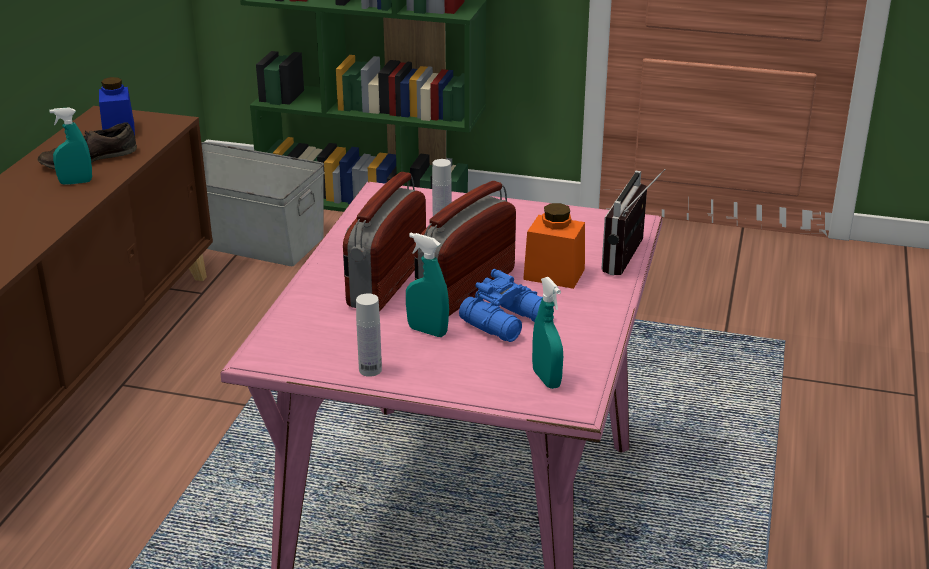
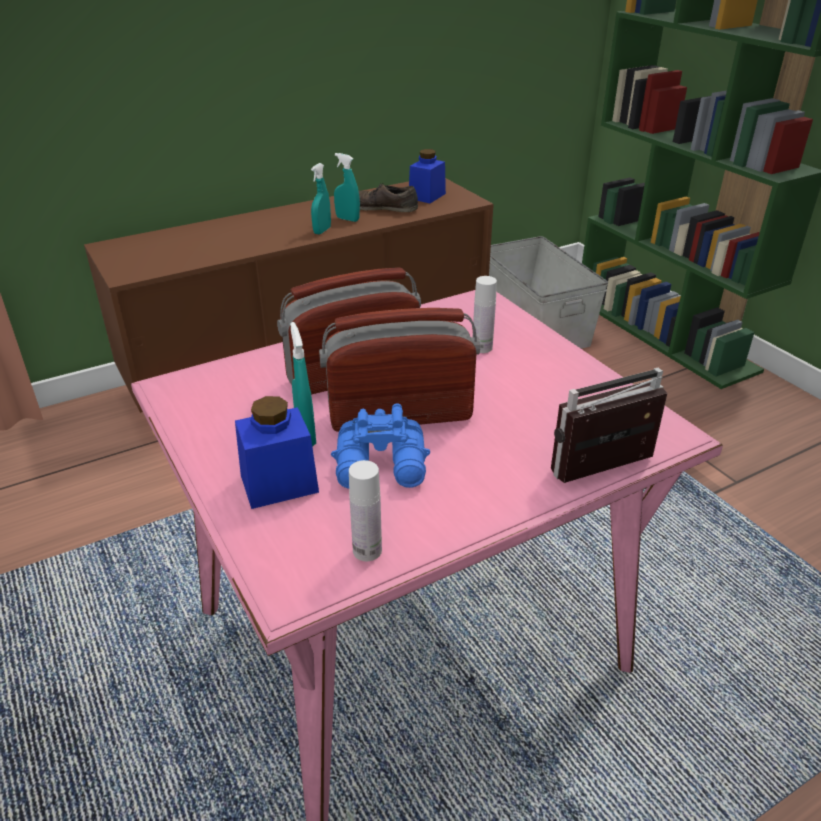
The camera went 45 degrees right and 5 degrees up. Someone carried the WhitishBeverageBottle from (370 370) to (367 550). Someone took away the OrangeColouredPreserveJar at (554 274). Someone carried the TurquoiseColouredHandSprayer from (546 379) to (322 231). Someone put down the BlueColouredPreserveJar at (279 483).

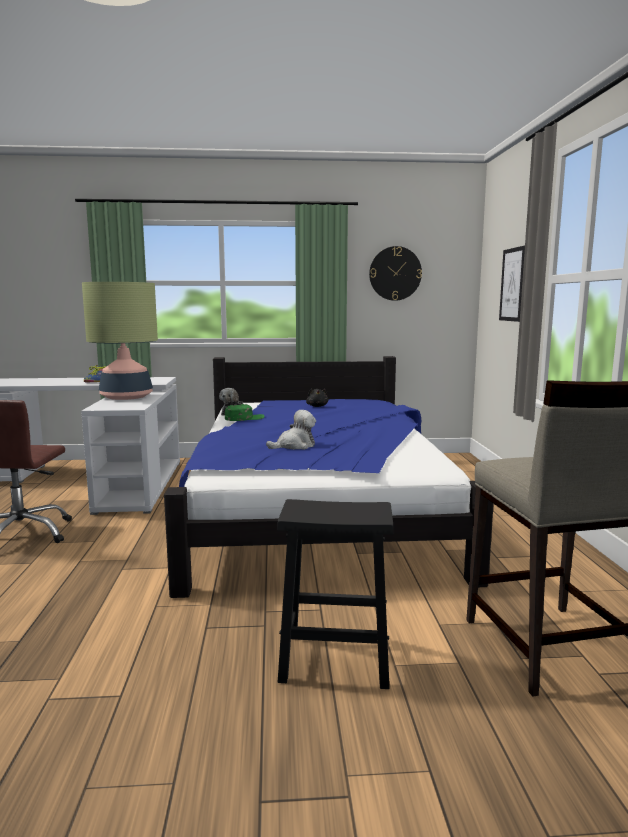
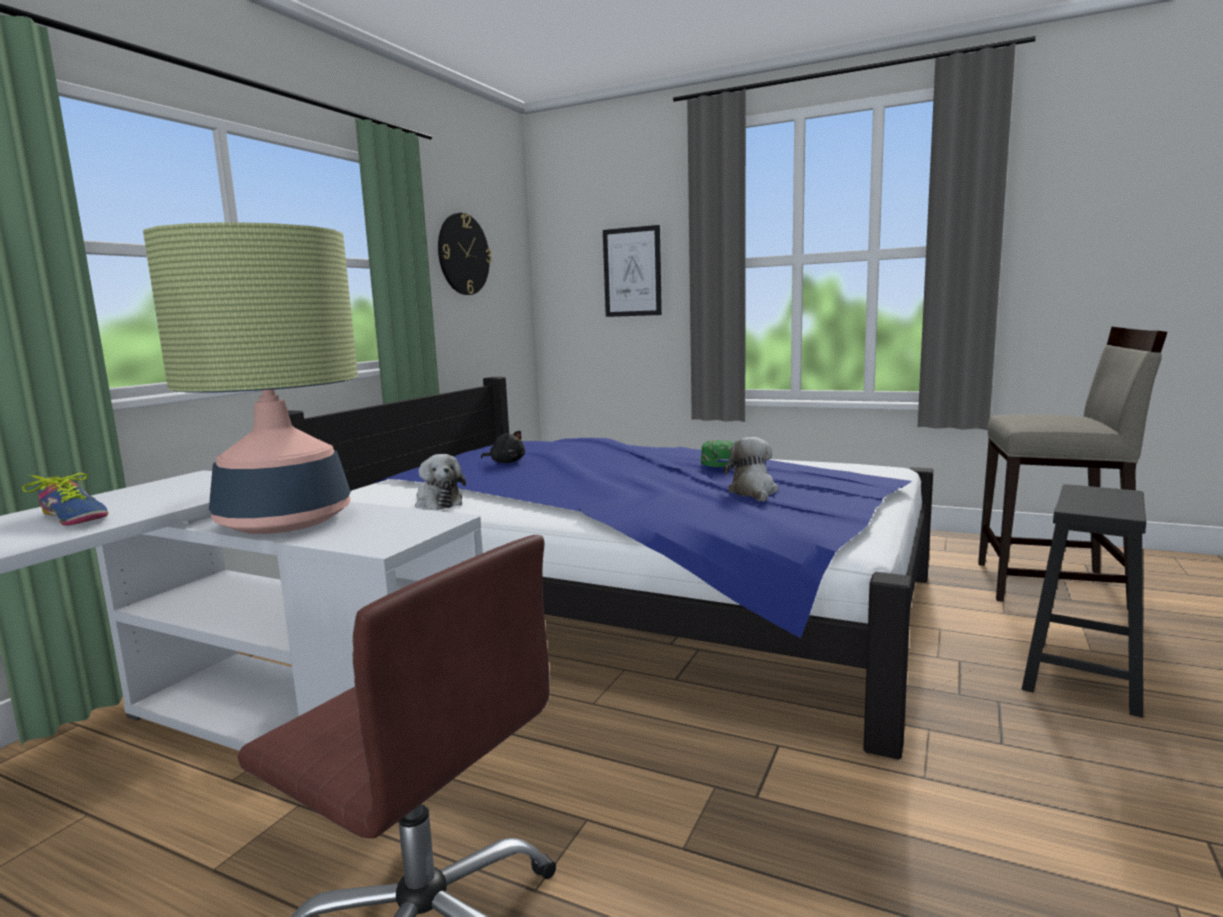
The camera went 60 degrees left and 0 degrees up. Someone carried the GreenColouredBaseballCap from (244 418) to (718 461).

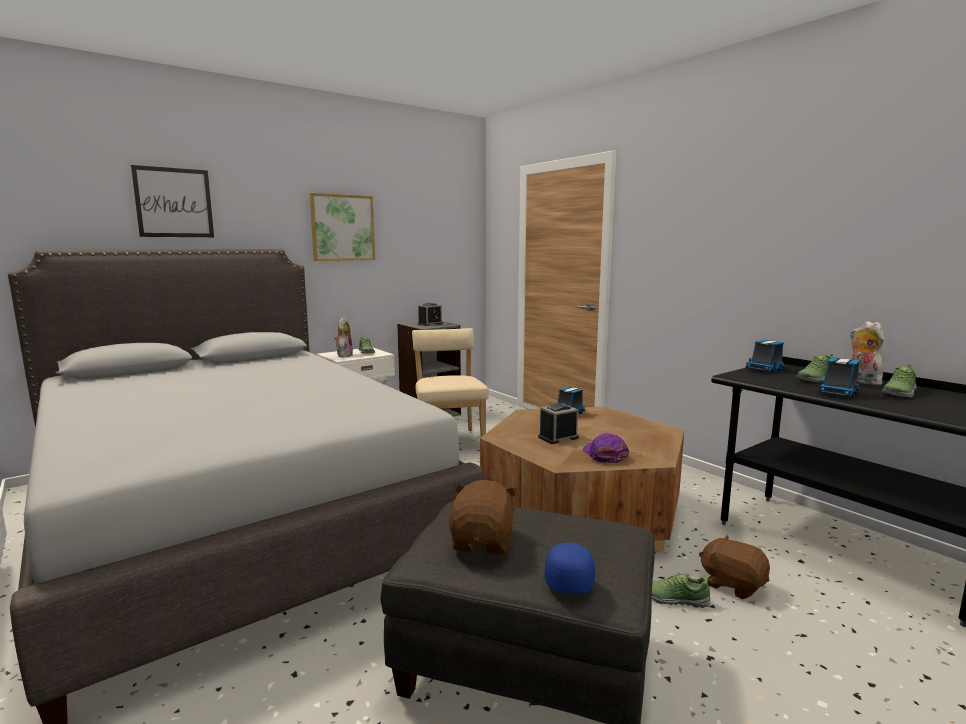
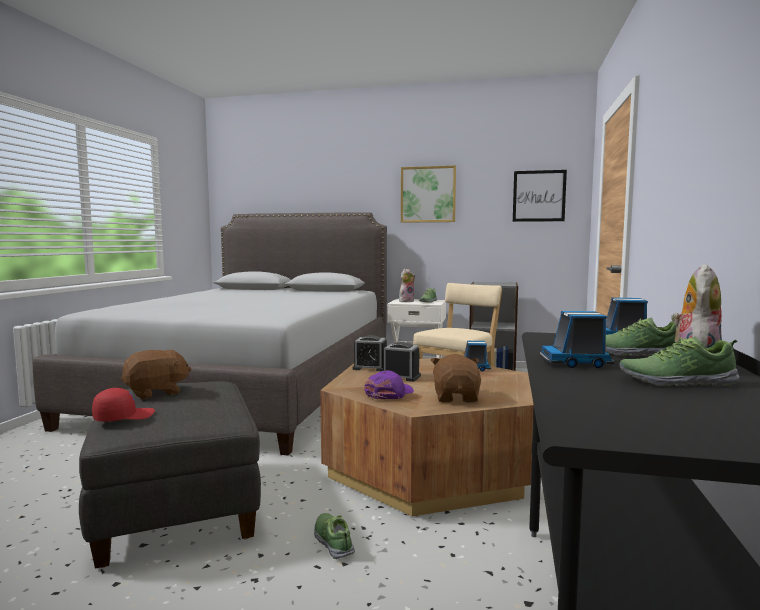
The camera went 50 degrees right and 5 degrees down. Someone carried the WallArt from (174 203) to (539 196). Someone carried the BedsideClock from (430 324) to (370 367). Someone repainted the BlueColouredBaseballCap at (567 577), which became the RedBaseballCap at (124 417). Someone carried the BrownColouredCuddlyToy from (732 584) to (456 397).

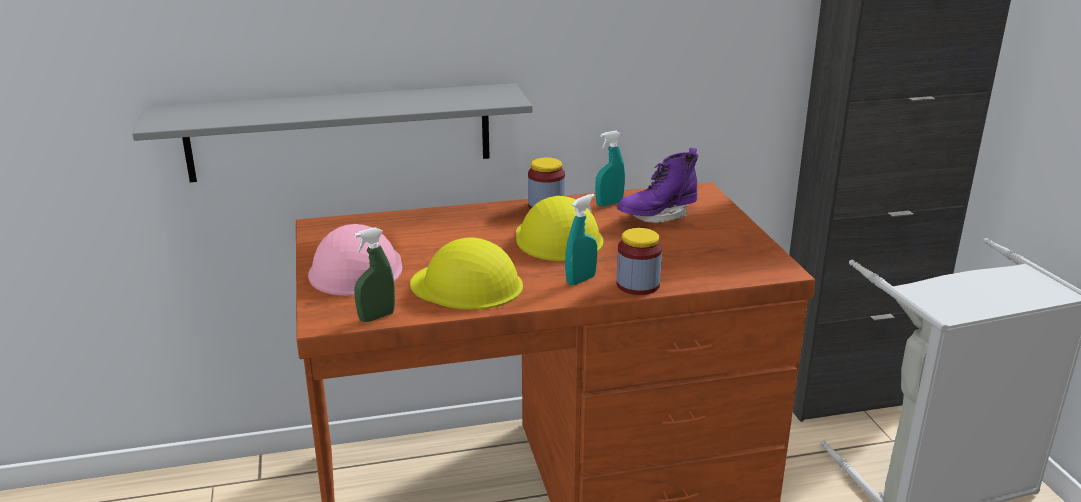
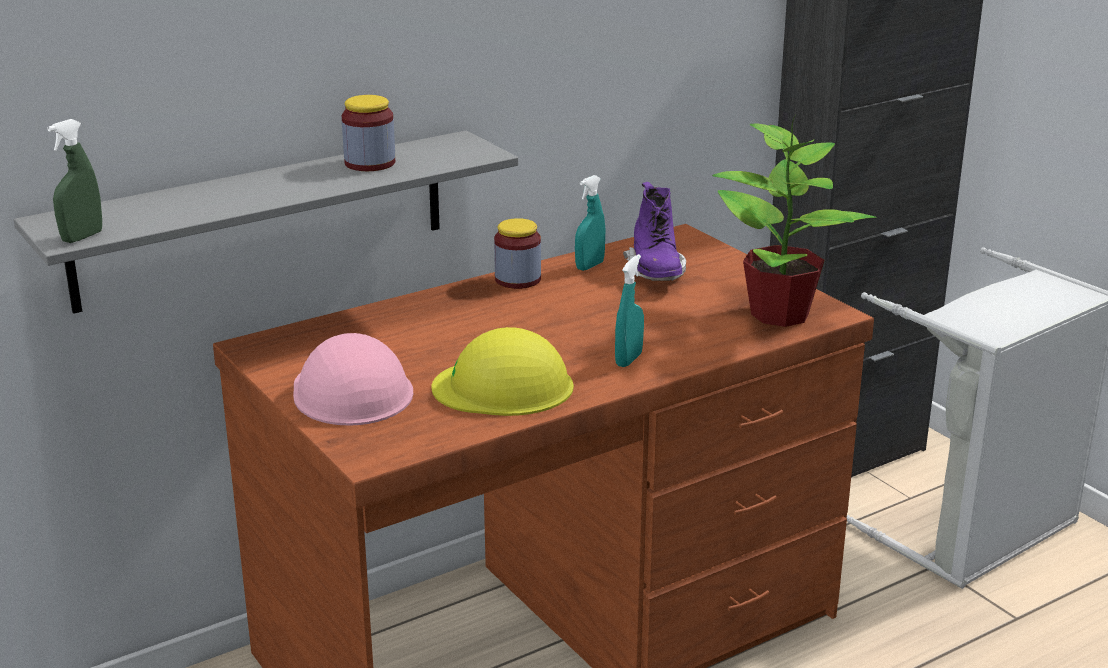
The camera went 20 degrees left and 0 degrees up. Someone carried the GreenColouredHandSprayer from (376 317) to (82 237). Someone took away the YellowColouredWorkHelmet at (558 238). Someone rotated the PurpleColouredBoot at (657 216) by 45 degrees counterclockwise. Someone carried the PreserveJar from (638 285) to (370 163). Someone put down the PlantInAPot at (781 315).

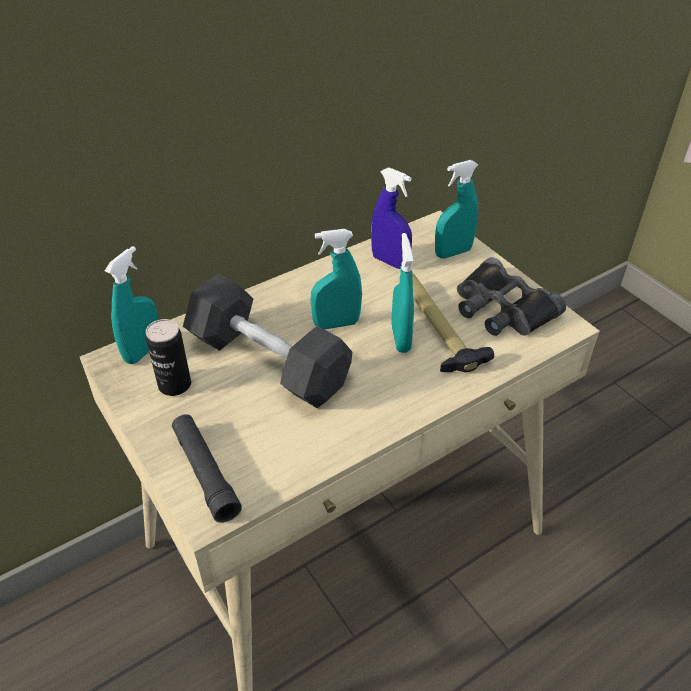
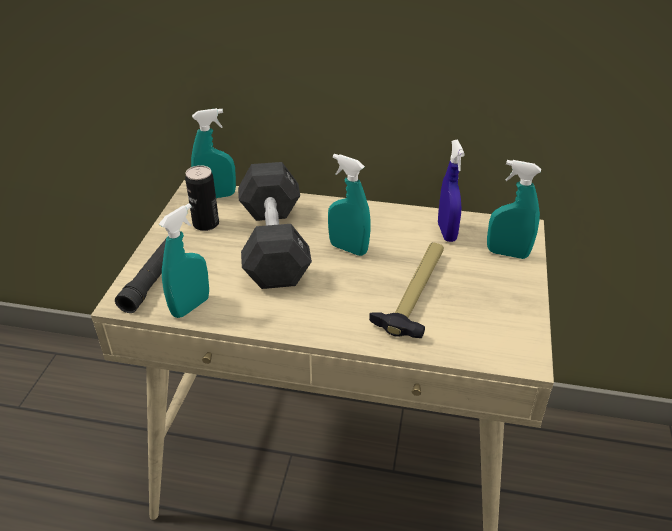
The camera went 45 degrees right and 5 degrees down. Someone carried the TurquoiseColouredHandSprayer from (400 339) to (190 306). Someone took away the BlackBinoculars at (501 308).

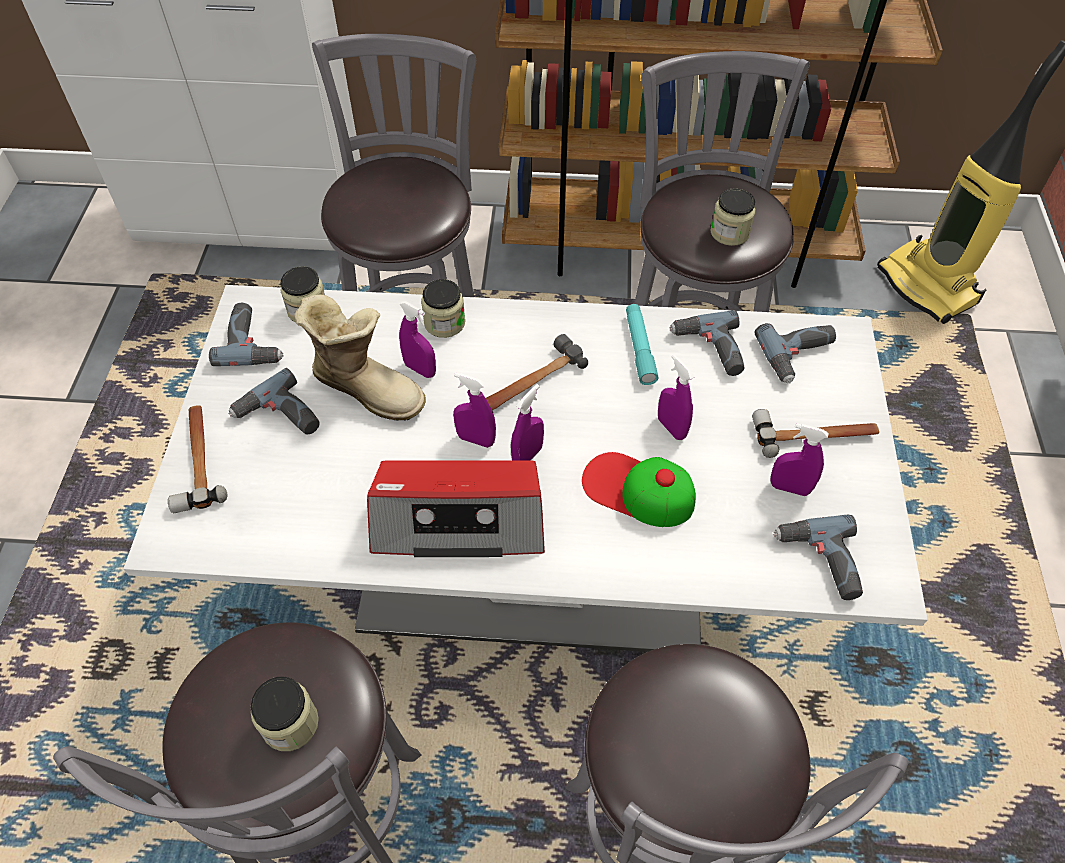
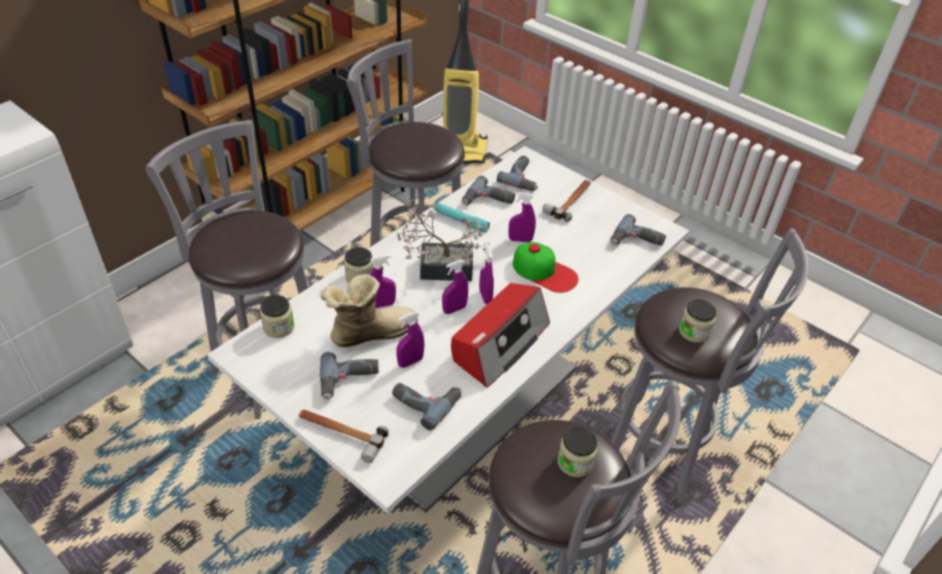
The camera went 55 degrees left and 10 degrees down. Someone carried the Drill from (253 341) to (426 401). Someone swapped the ToolHammer at (533 380) for the PlantInAPot at (439 268). Someone rotated the BaseballCap at (638 490) by 120 degrees counterclockwise. Someone carried the PreserveJar from (729 233) to (694 332). Someone carried the PurpleColouredHandSprayer from (789 488) to (410 362).

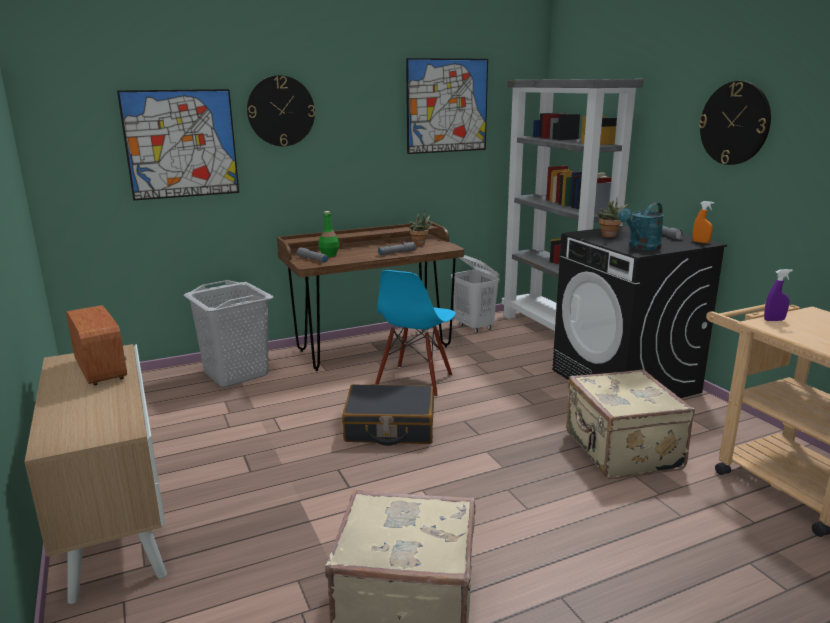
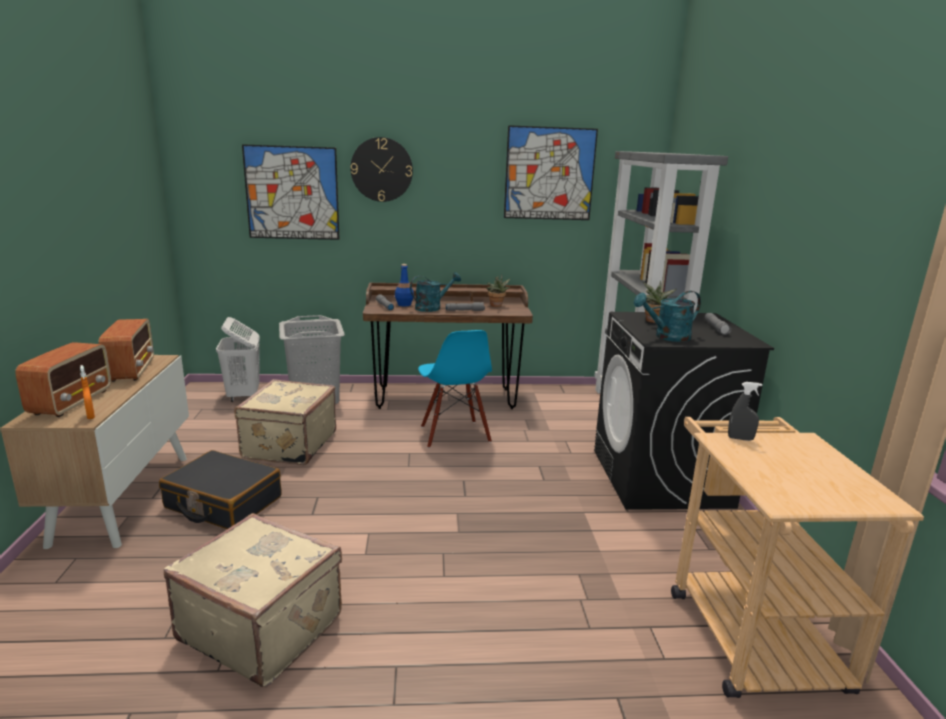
The camera went 20 degrees right and 0 degrees up. Someone repainted the GreenColouredBeverageBottle at (329 255), which became the BlueColouredBeverageBottle at (404 304). Someone carried the BlackTravelCase from (390 427) to (223 503). Someone rotated the BlueColouredChair at (415 381) by 60 degrees counterclockwise. Someone carried the WhitishLaundryBasket from (474 327) to (243 396). Someone carried the BeigeTravelCase from (620 451) to (288 445). Someone carried the OrangeColouredHandSprayer from (701 242) to (91 416). Someone took away the WallClock at (734 123). Someone repainted the PurpleColouredHandSprayer at (774 320), which became the GrayHandSprayer at (740 438). Someone put down the RadioReceiver at (72 402). Someone put down the TurquoiseColouredWateringCan at (432 308).

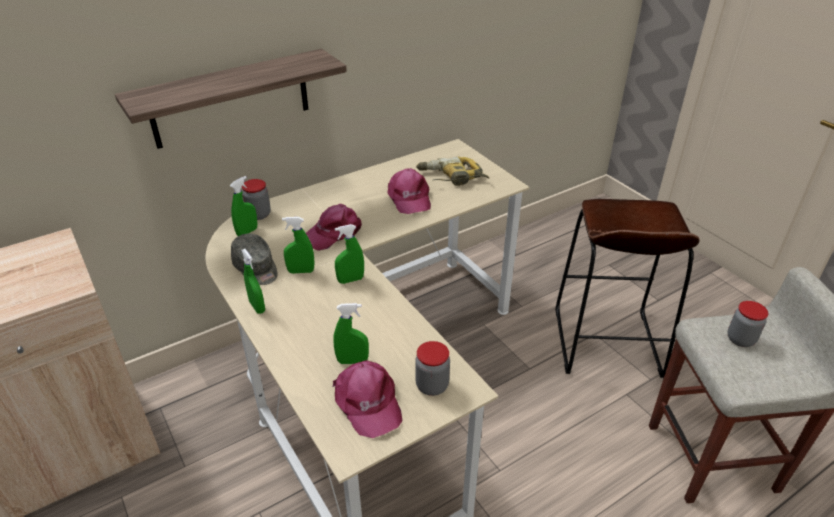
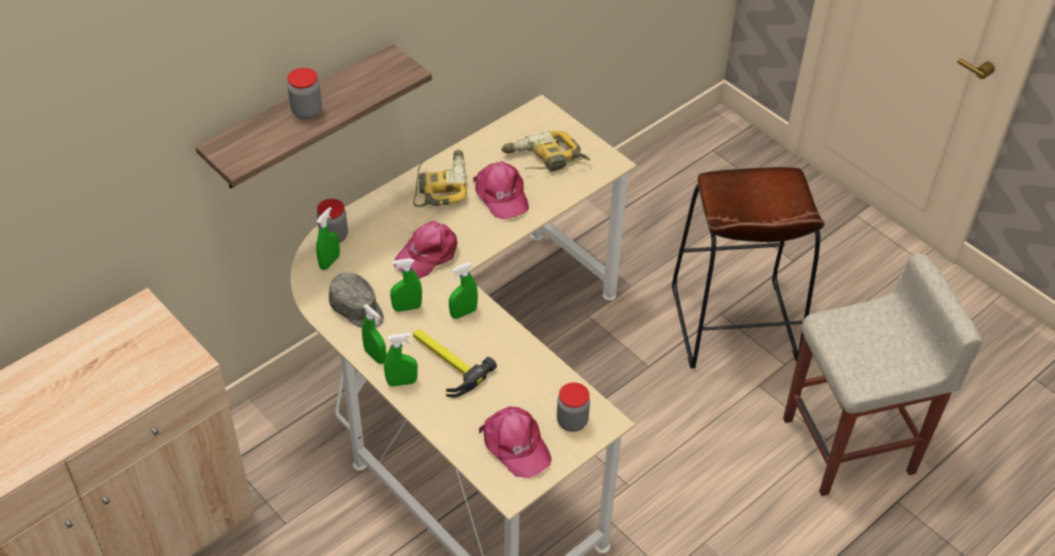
The camera went 10 degrees left and 10 degrees up. Someone carried the GreenColouredHandSprayer from (352 361) to (402 382). Someone carried the PreserveJar from (740 339) to (307 111). Someone put down the Drill at (440 184). Someone put down the ToolHammer at (445 363).

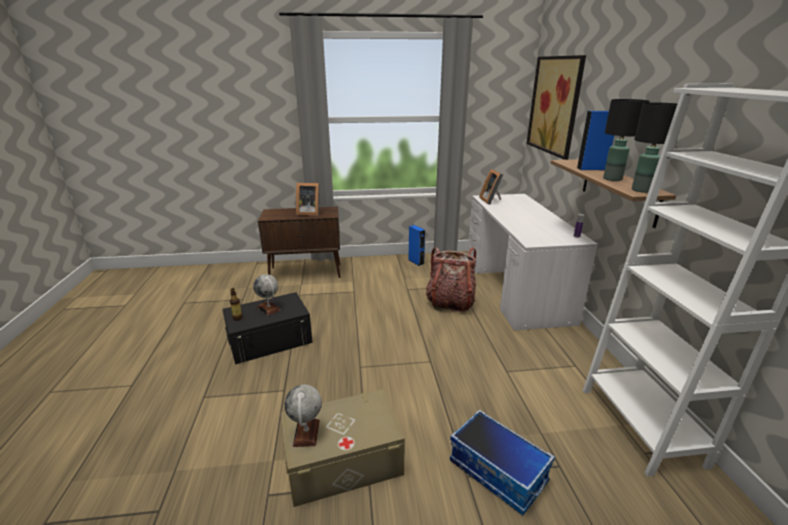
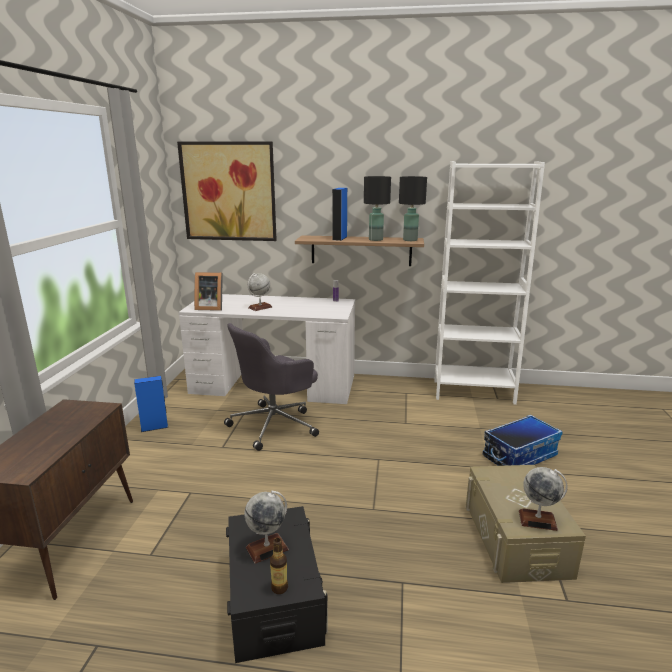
The camera went 75 degrees left and 5 degrees down. Someone took away the PictureFrame at (309 213). Someone swapped the Rucksack at (450 302) for the GrayComputerChair at (275 424). Someone put down the Globe at (260 307).

